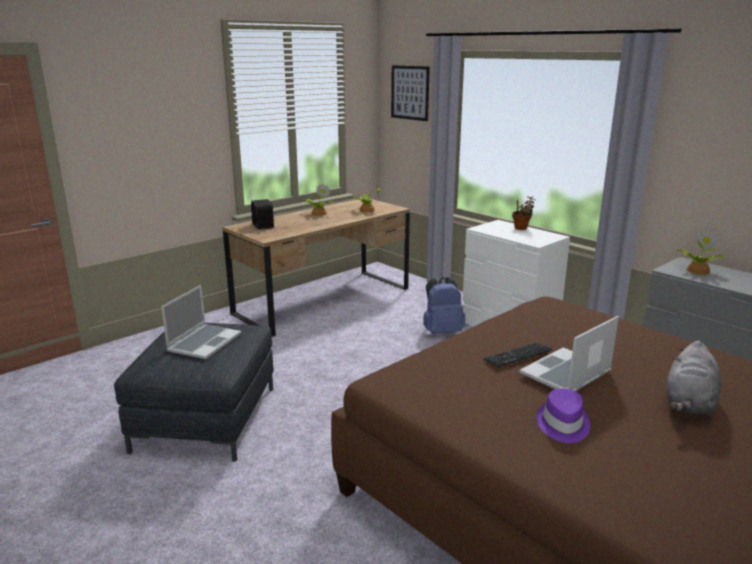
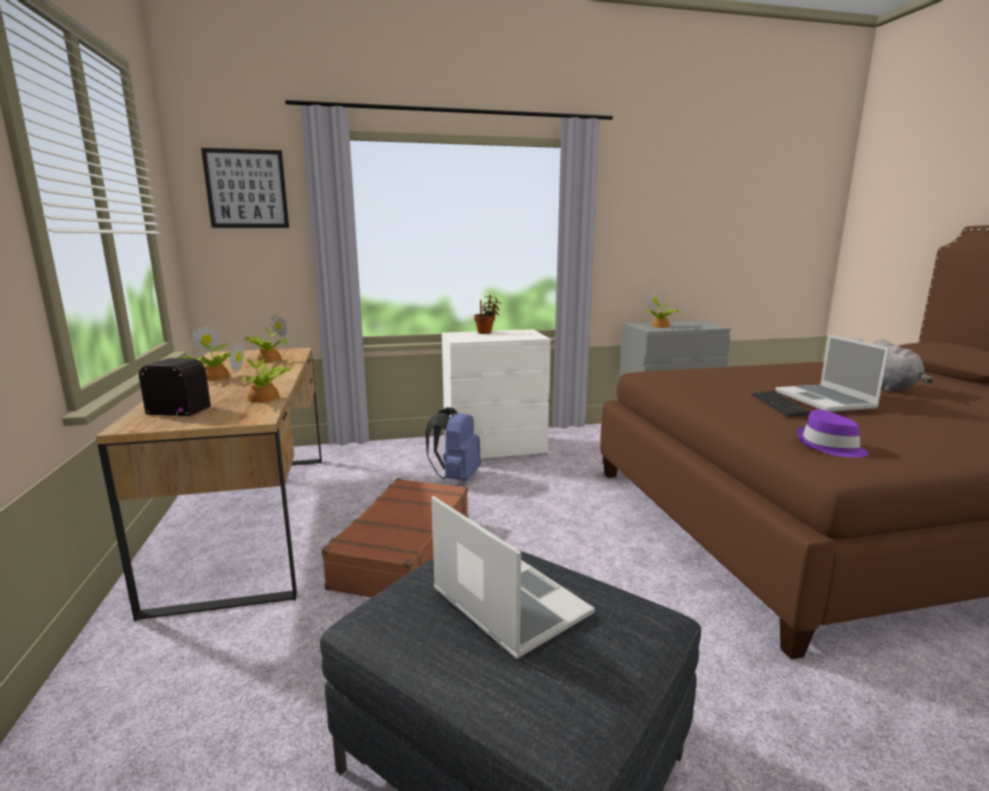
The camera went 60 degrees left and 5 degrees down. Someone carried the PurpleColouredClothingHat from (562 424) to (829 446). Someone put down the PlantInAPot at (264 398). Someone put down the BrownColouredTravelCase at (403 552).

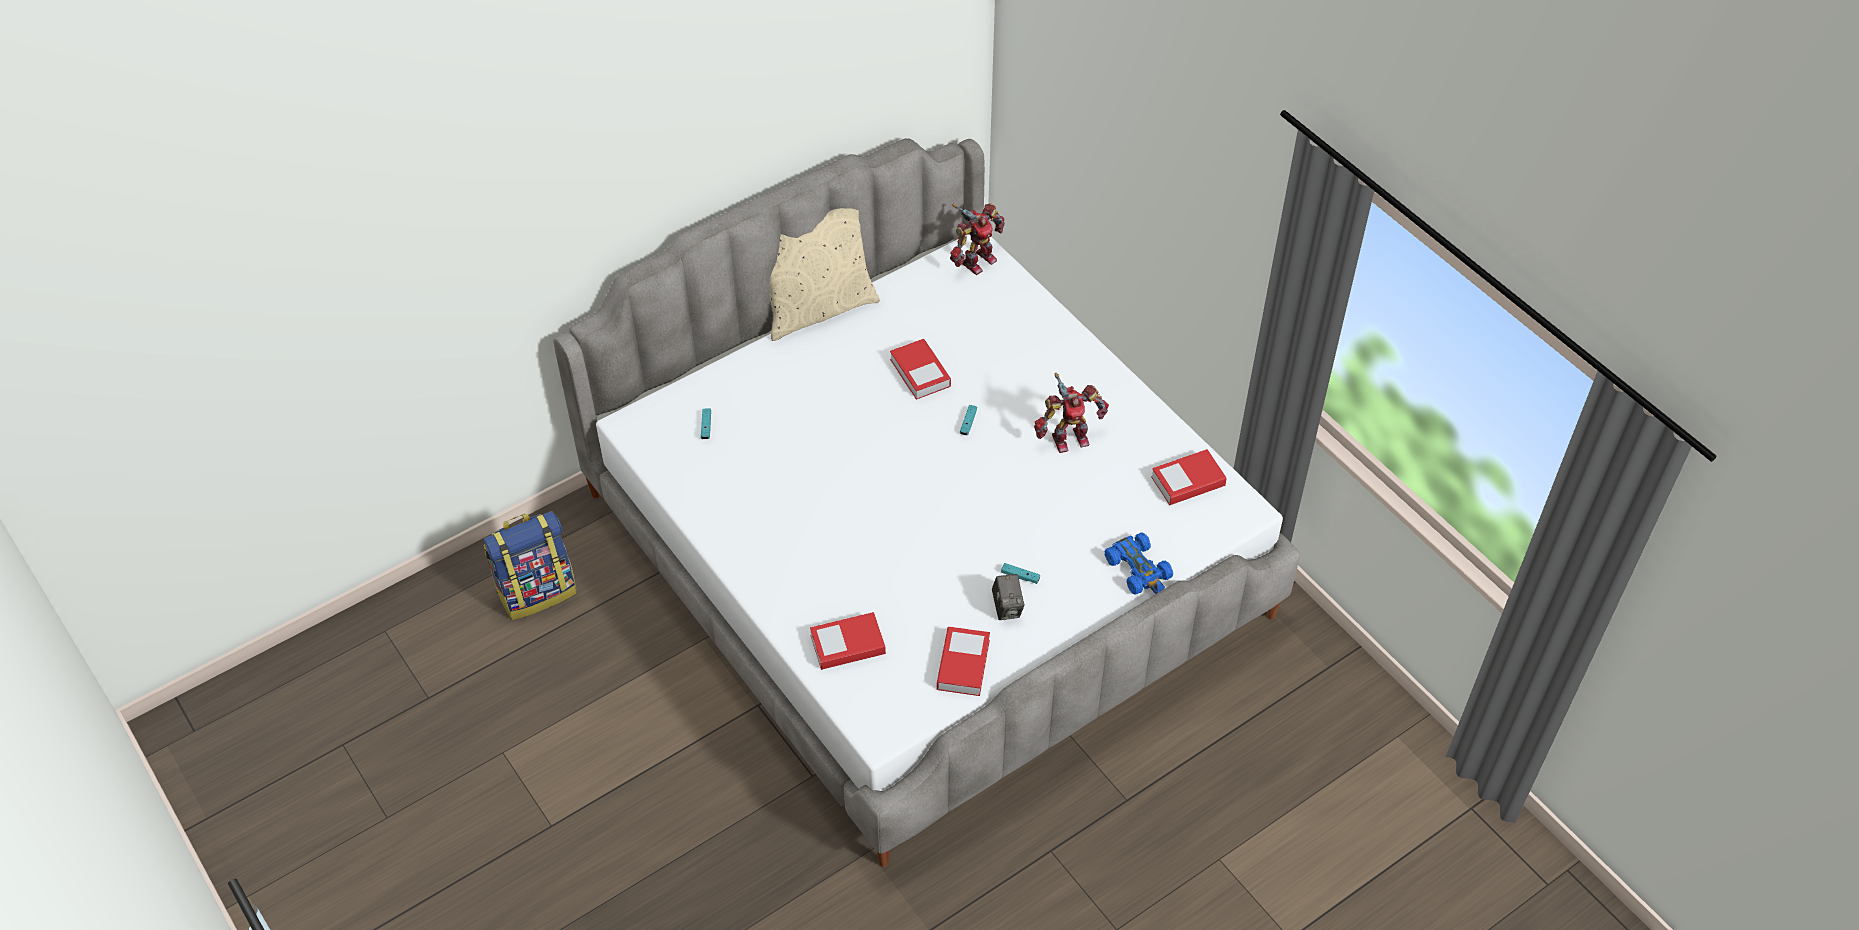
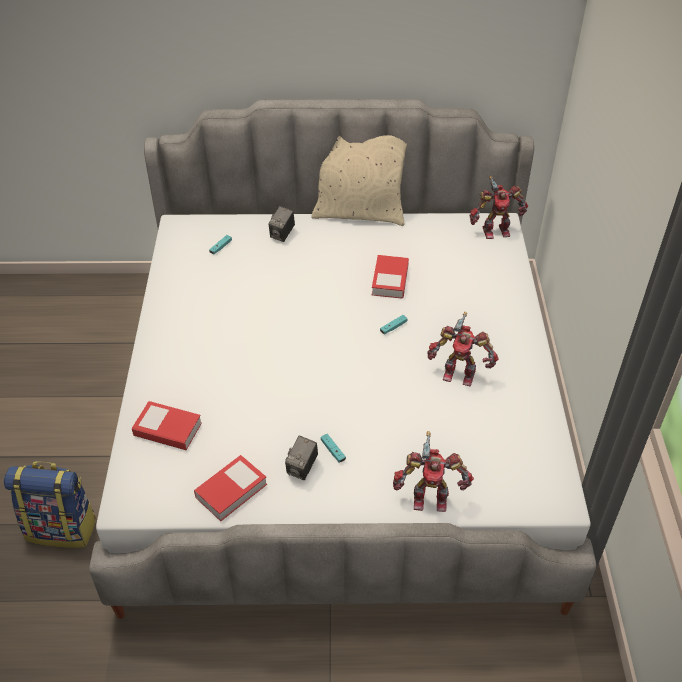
The camera went 35 degrees right and 5 degrees down. Someone carried the Rucksack from (537 591) to (62 528). Someone swapped the BlueColouredModelCar at (1139 569) for the ToyRobot at (429 497). Someone took away the Book at (1188 481). Someone put down the StillCamera at (282 234).

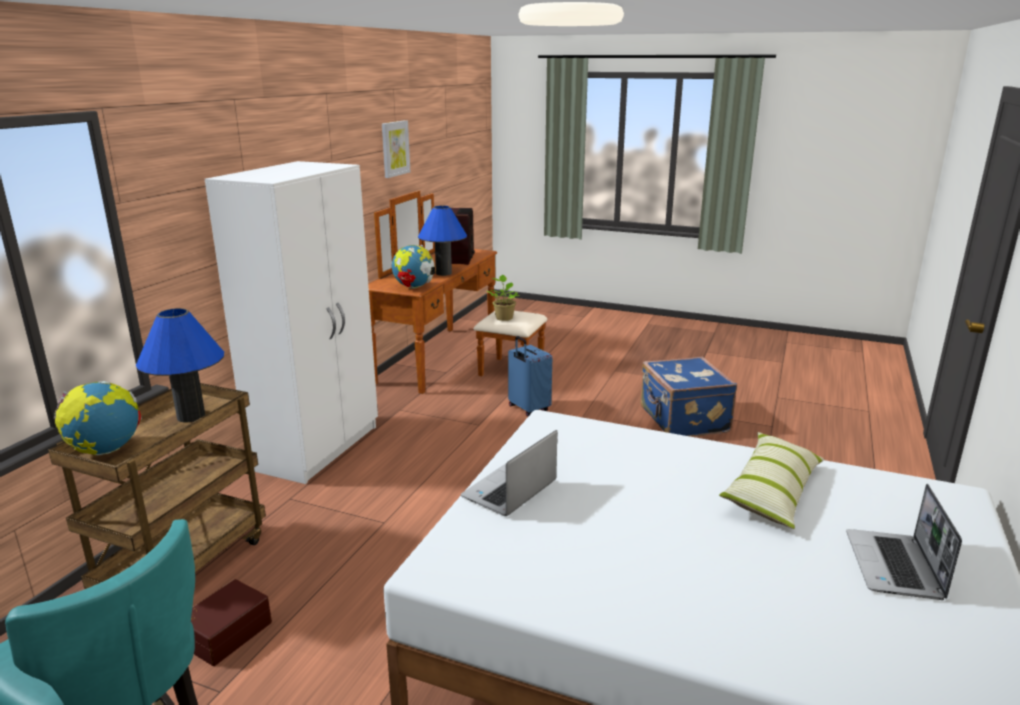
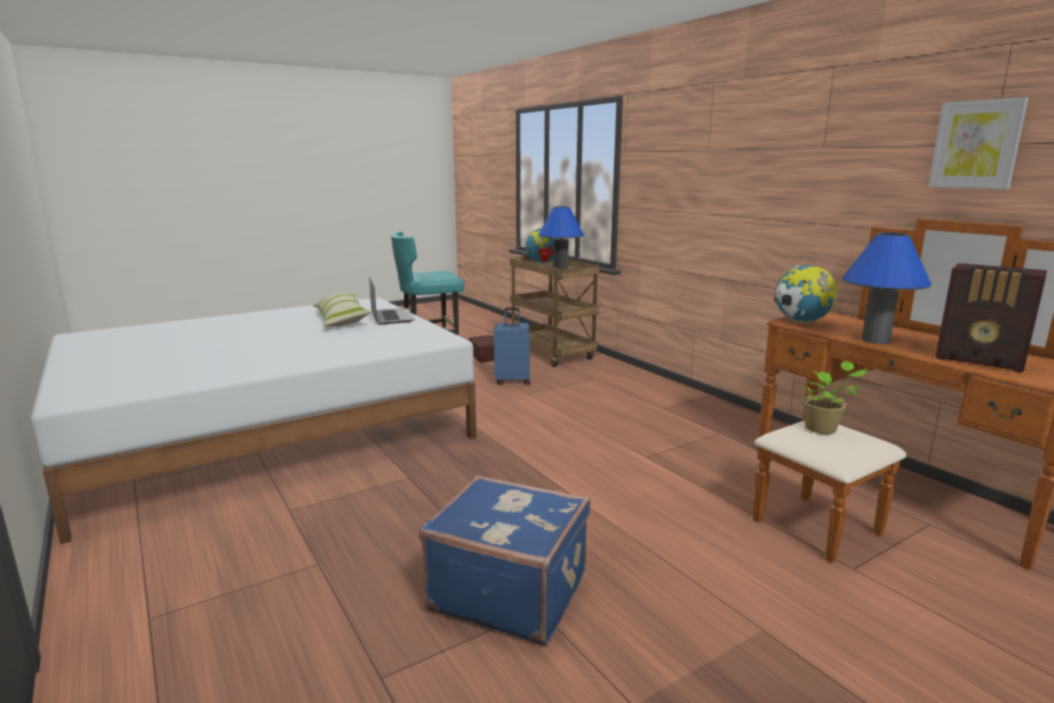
The camera went 125 degrees right and 5 degrees down. Someone took away the WhitishWardrobe at (318 447). Someone carried the BlueColouredTravelCase from (528 409) to (512 381). Someone carried the Pillow from (772 491) to (341 319). Someone took away the NotebookComputer at (895 567).

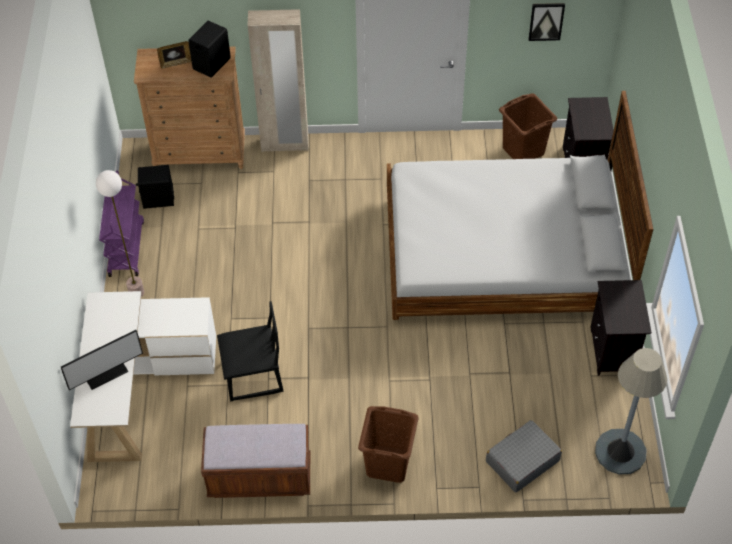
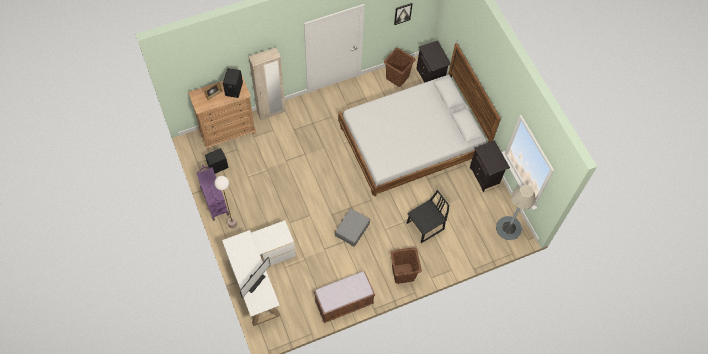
The camera went 25 degrees left and 10 degrees up. Someone carried the BlackChair from (253 377) to (425 226). Someone carried the GrayTravelCase from (522 461) to (352 229).

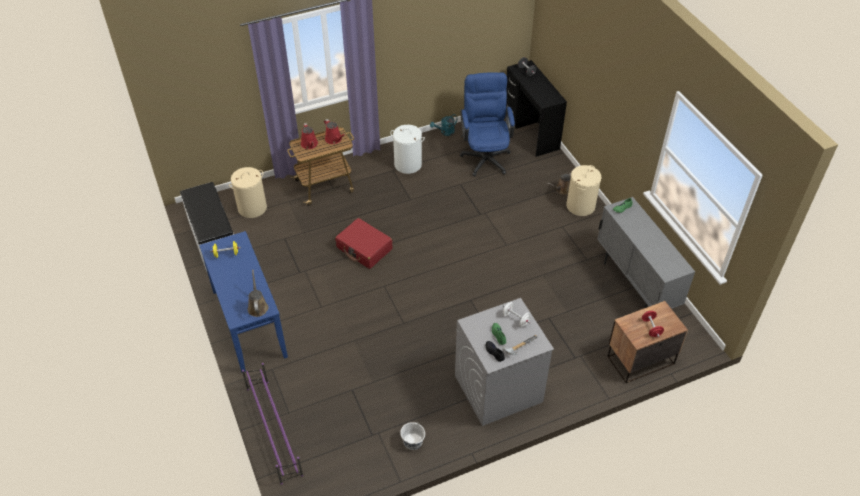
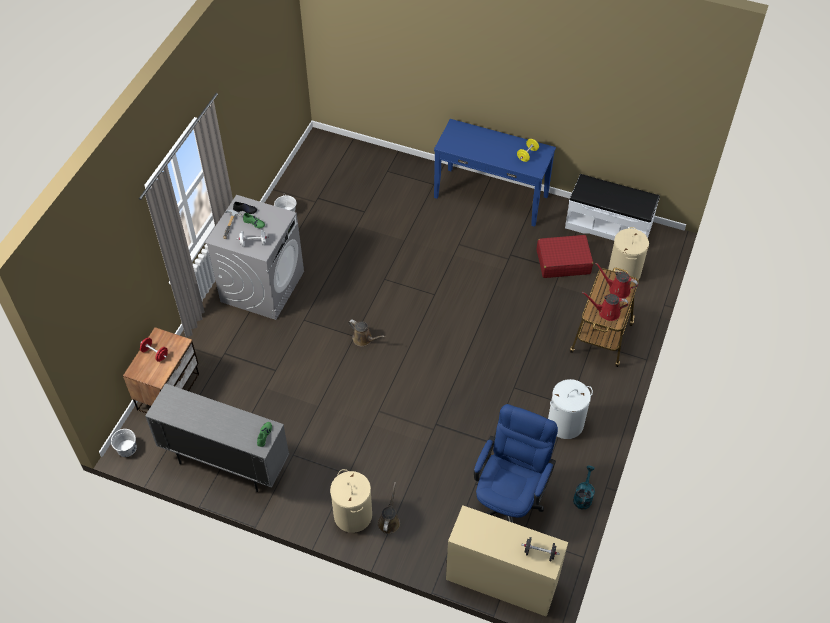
The camera went 135 degrees right and 5 degrees up. Someone took away the PurpleColouredShoeRack at (274 430). Someone carried the BrownColouredWateringCan from (257 306) to (364 339). Someone carried the RedTravelCase from (364 249) to (563 262). Someone rotated the BlueColouredComputerChair at (485 155) by 105 degrees counterclockwise. Someone repainted the BlackDeskTable at (531 131), which became the BeigeDeskTable at (501 580). Someone put down the WhitishWaterBucket at (127 448).

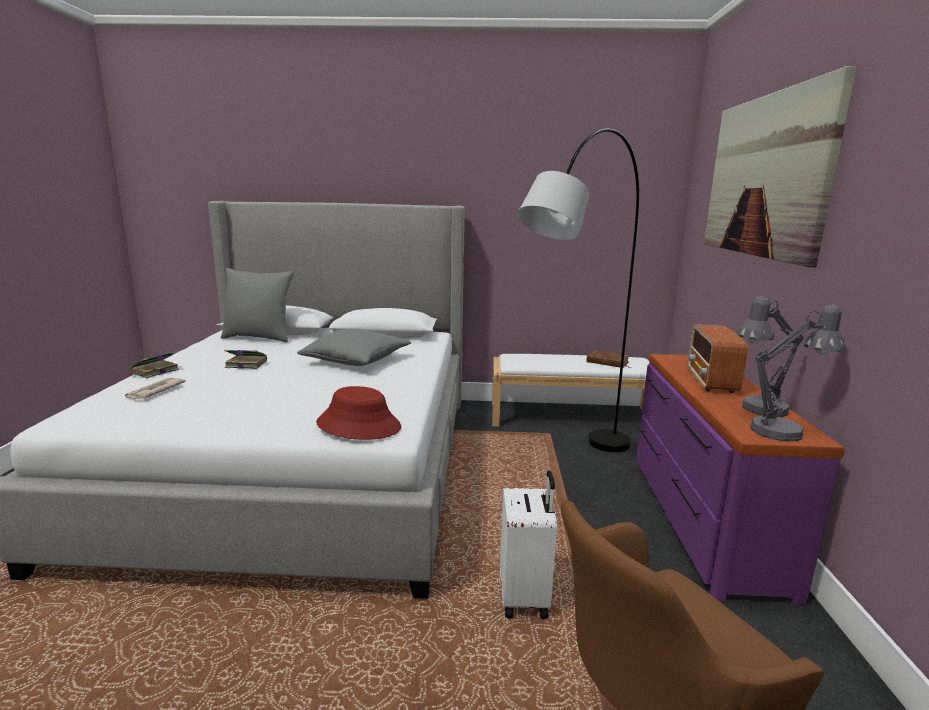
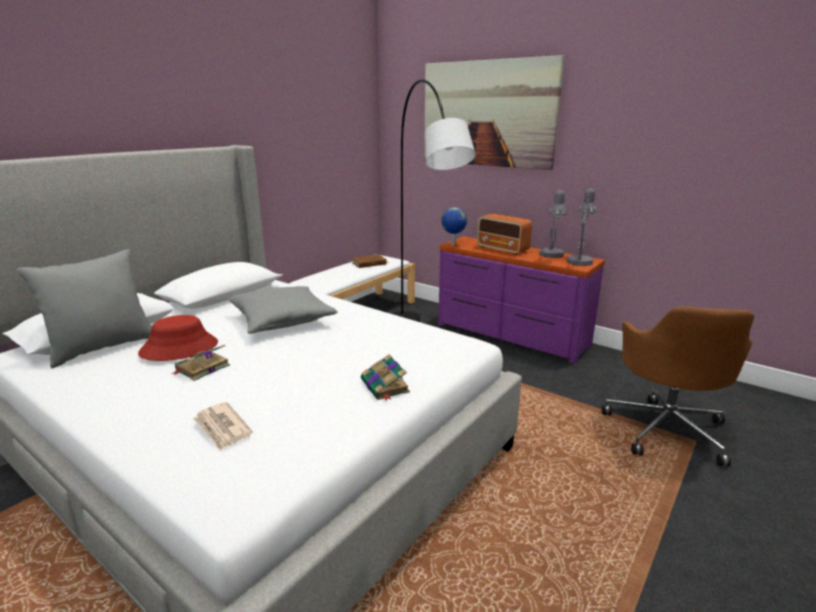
The camera went 55 degrees left and 5 degrees up. Someone carried the Book from (154 371) to (385 387). Someone carried the RedClothingHat from (359 425) to (179 348). Someone took away the WhitishTravelCase at (525 597). Someone put down the Globe at (453 245).

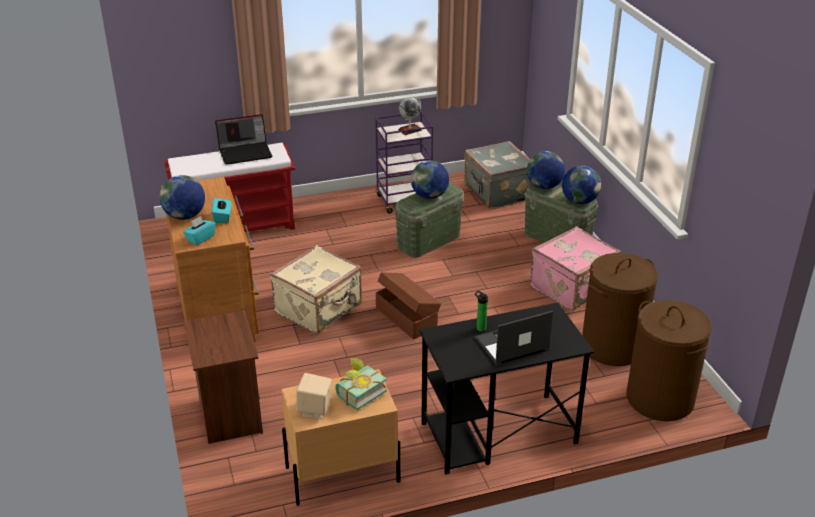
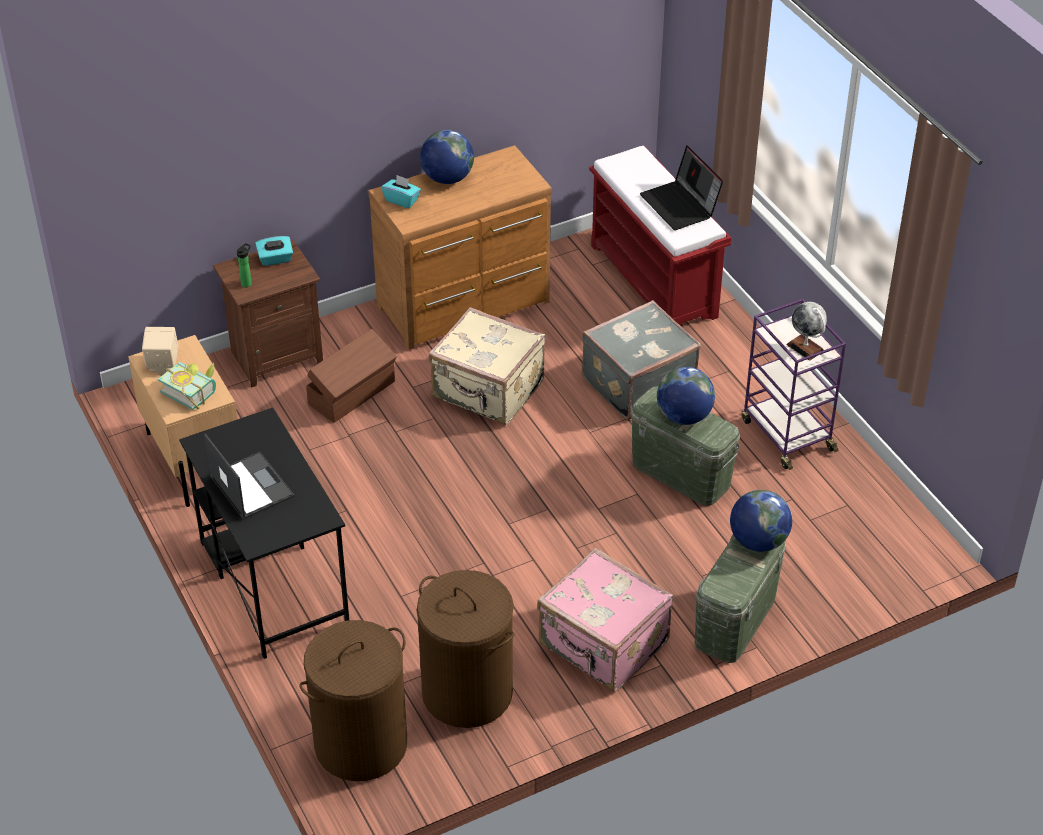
The camera went 80 degrees right and 10 degrees up. Someone carried the TurquoiseColouredTissueHolder from (222 217) to (275 259). Someone carried the BrownColouredStorageBin from (406 317) to (353 393). Someone carried the GrayTravelCase from (497 193) to (636 383). Someone carried the BeverageBottle from (480 328) to (247 283). Someone took away the Globe at (579 201).

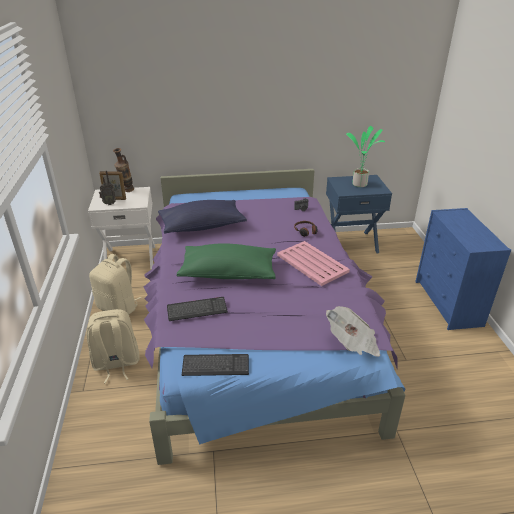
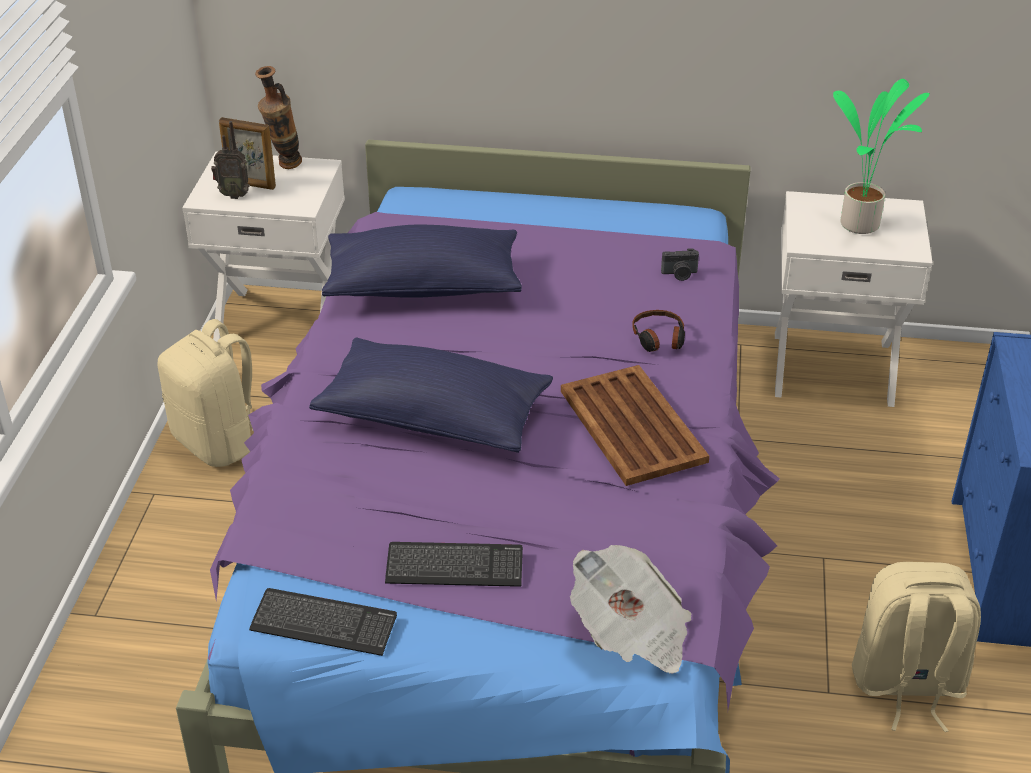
The camera went 15 degrees right and 5 degrees up. Someone carried the BeigeRucksack from (116 363) to (906 685). Someone carried the ComputerKeyboard from (197 310) to (454 567). Someone repainted the GreenColouredPillow at (228 273), which became the BlueColouredPillow at (434 418). Someone repainted the PinkishTray at (312 264), which became the BrownColouredTray at (632 427). Someone repainted the BlueColouredNightstand at (351 243), which became the WhitishNightstand at (832 367).

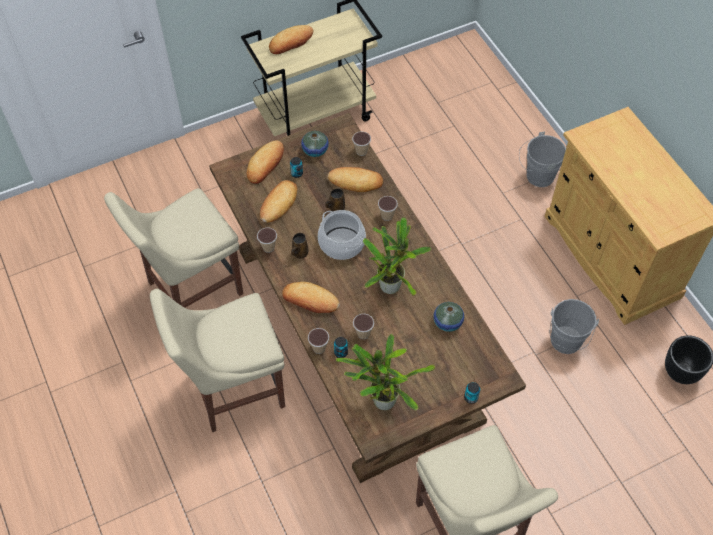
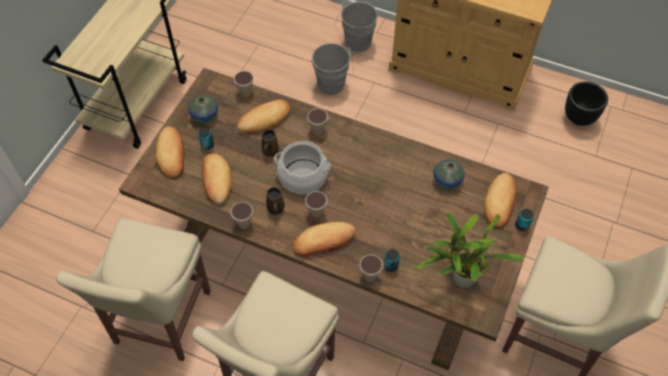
The camera went 40 degrees left and 0 degrees up. Someone carried the BakedBread from (291 42) to (500 202). Someone carried the DrinkingCup from (363 334) to (316 212). Someone took away the PlantInAPot at (391 284). Someone carried the GrayWaterBucket from (565 343) to (332 86).

